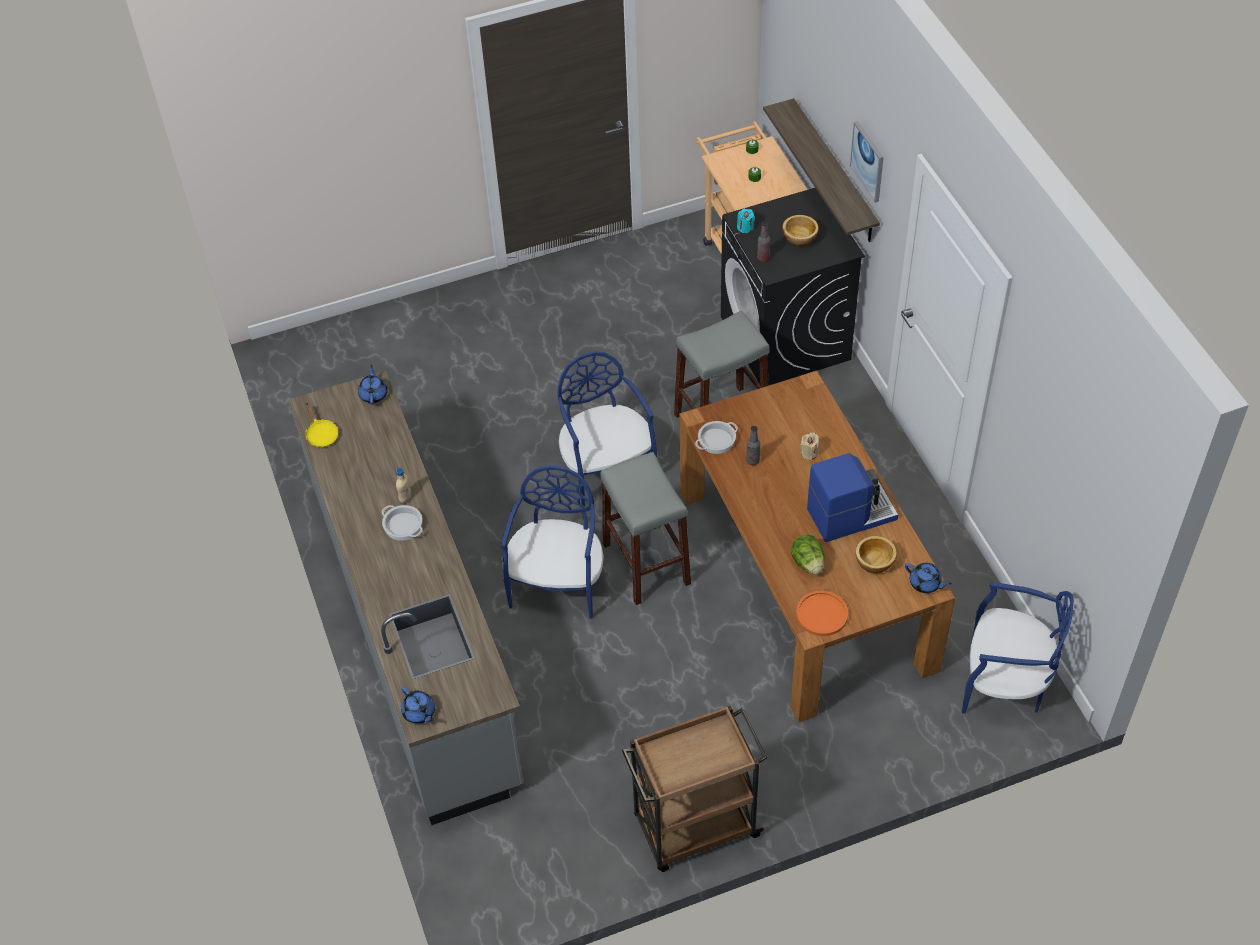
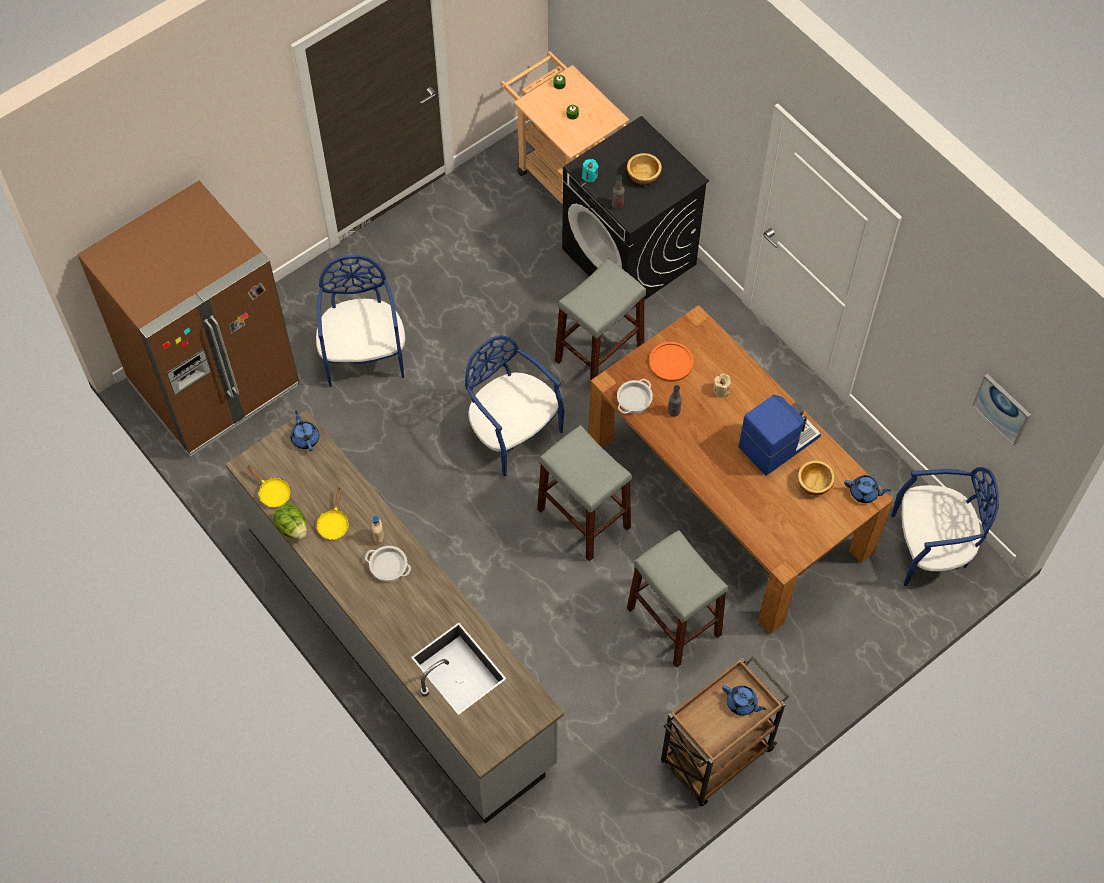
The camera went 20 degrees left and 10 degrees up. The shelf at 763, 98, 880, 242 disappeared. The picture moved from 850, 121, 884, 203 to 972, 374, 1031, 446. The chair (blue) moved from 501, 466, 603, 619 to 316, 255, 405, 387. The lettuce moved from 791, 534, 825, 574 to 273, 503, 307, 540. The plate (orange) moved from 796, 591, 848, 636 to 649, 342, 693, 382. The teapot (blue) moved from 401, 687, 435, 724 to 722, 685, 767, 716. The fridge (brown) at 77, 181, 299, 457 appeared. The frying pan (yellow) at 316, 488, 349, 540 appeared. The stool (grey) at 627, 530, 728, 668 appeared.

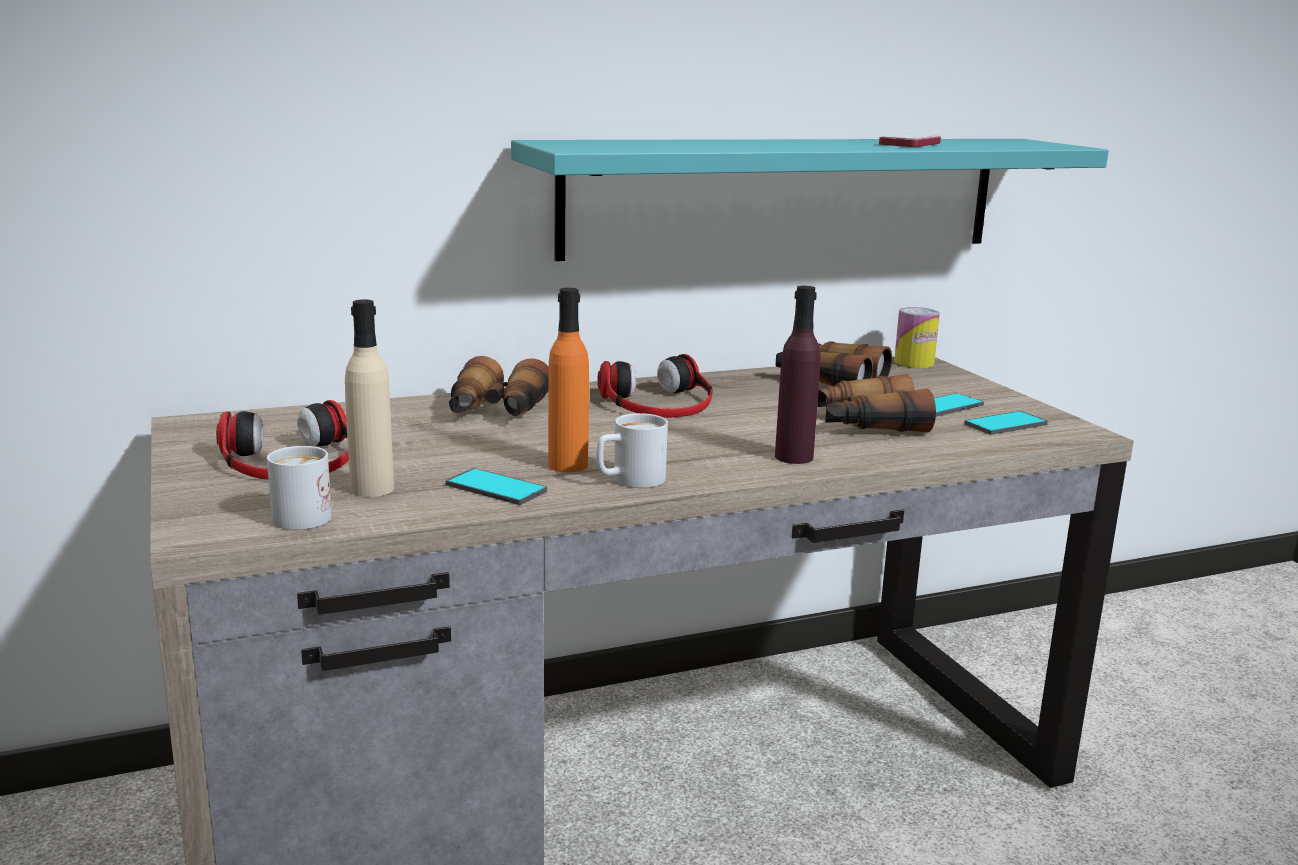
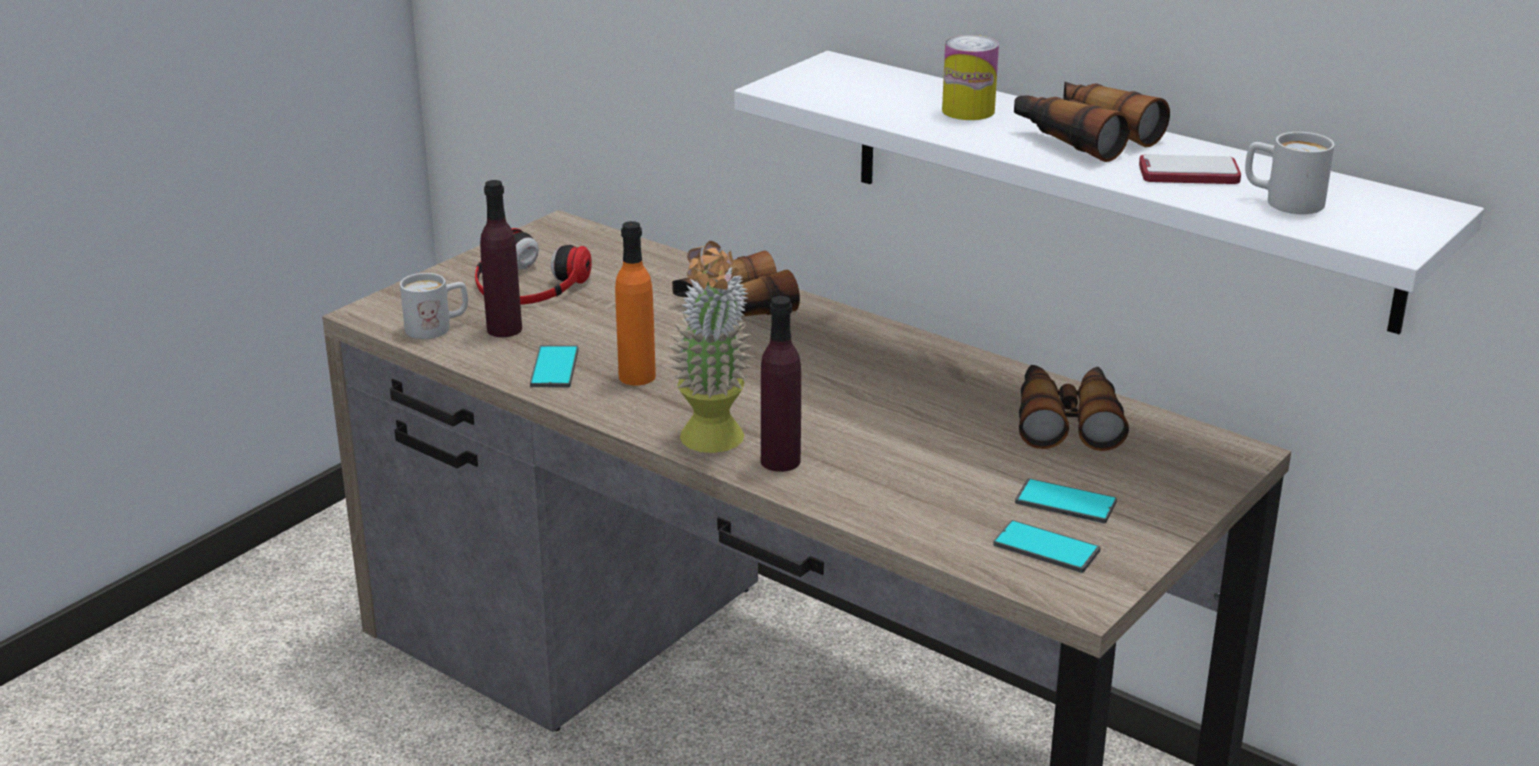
The camera went 60 degrees right and 10 degrees up. The shelf (turquoise) at 511, 139, 1109, 261 became the shelf (white) at 734, 51, 1484, 334. The bottle (beige) at 345, 299, 394, 497 became the bottle (purple) at 480, 180, 522, 337. The can moved from 894, 307, 940, 368 to 942, 35, 999, 120. The headphones at 597, 354, 713, 418 disappeared. The binoculars moved from 817, 374, 936, 432 to 1014, 82, 1170, 162. The mug (white) moved from 596, 413, 668, 488 to 1245, 132, 1335, 214. The potted plant at 667, 241, 754, 453 appeared.

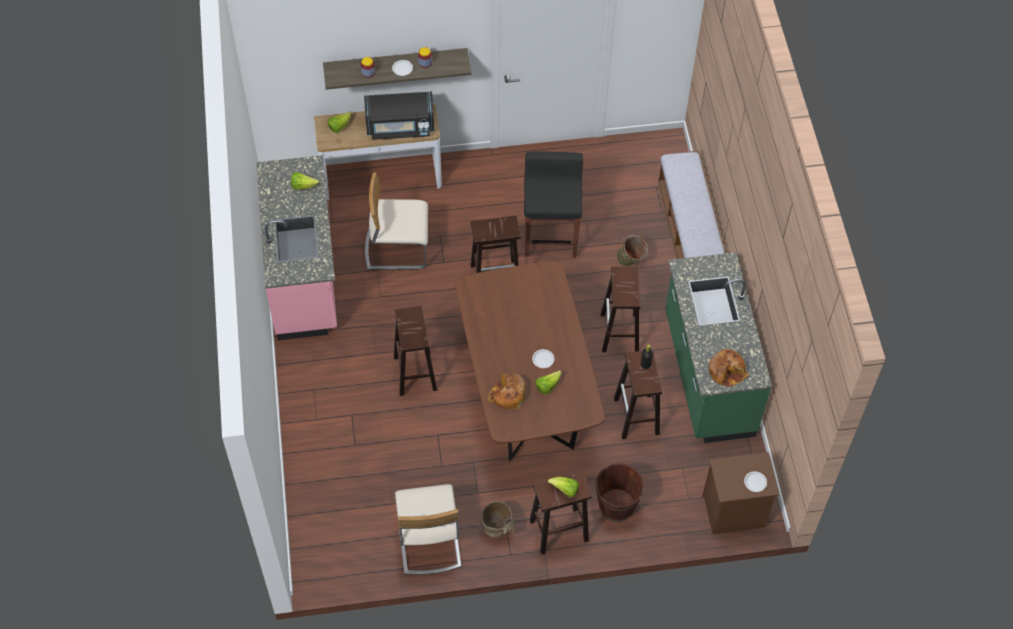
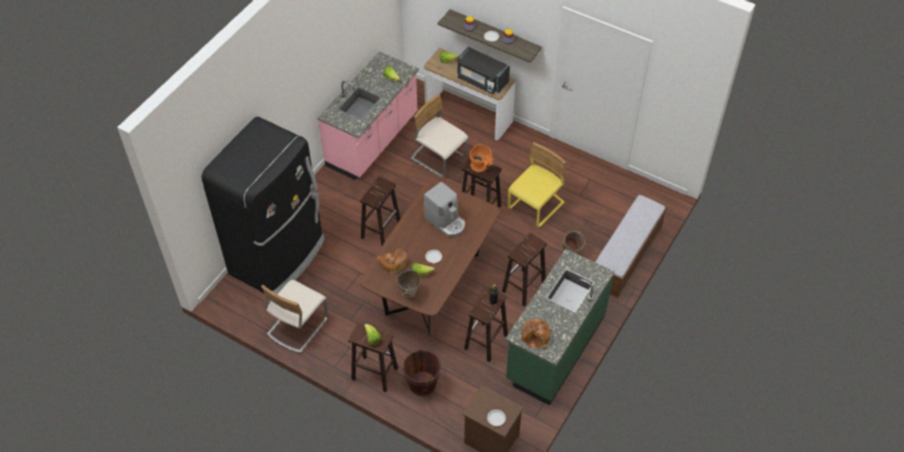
The camera went 40 degrees right and 5 degrees down. The stool (black) at 524, 151, 583, 258 was replaced by the chair (yellow) at 508, 142, 566, 227. The vase (beige) moved from 481, 501, 516, 537 to 397, 270, 421, 299. The fridge (black) at 202, 117, 324, 294 appeared. The vase (orange) at 469, 145, 494, 172 appeared. The coffee machine at 424, 182, 465, 237 appeared.

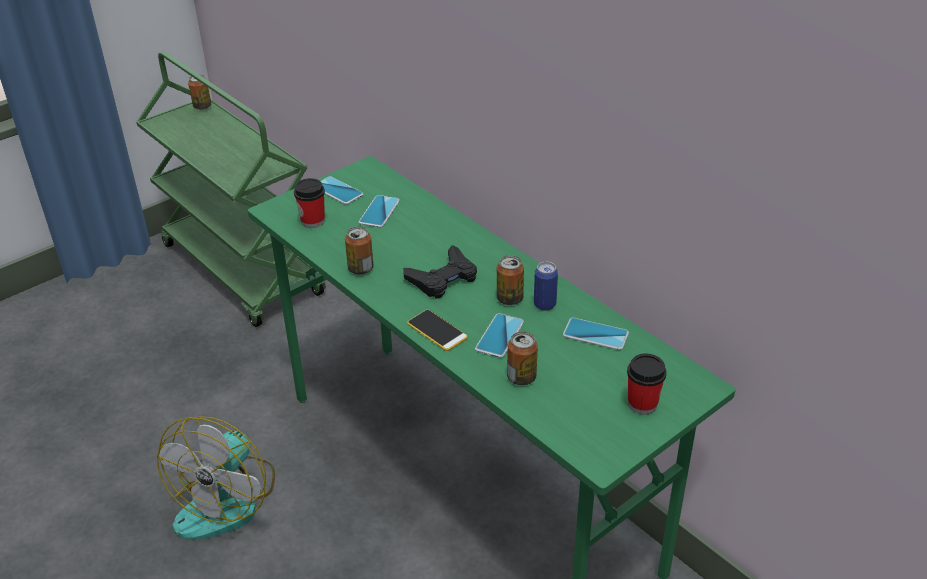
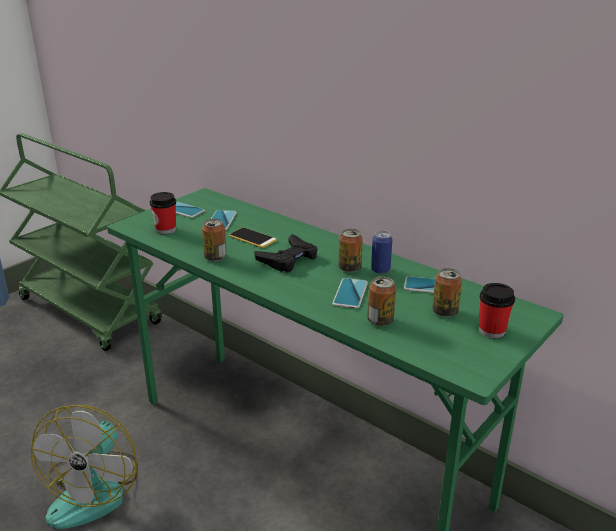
The camera went 10 degrees left and 10 degrees down. The can moved from 188, 74, 211, 110 to 432, 268, 462, 317. The phone moved from 407, 310, 468, 351 to 229, 227, 277, 248.

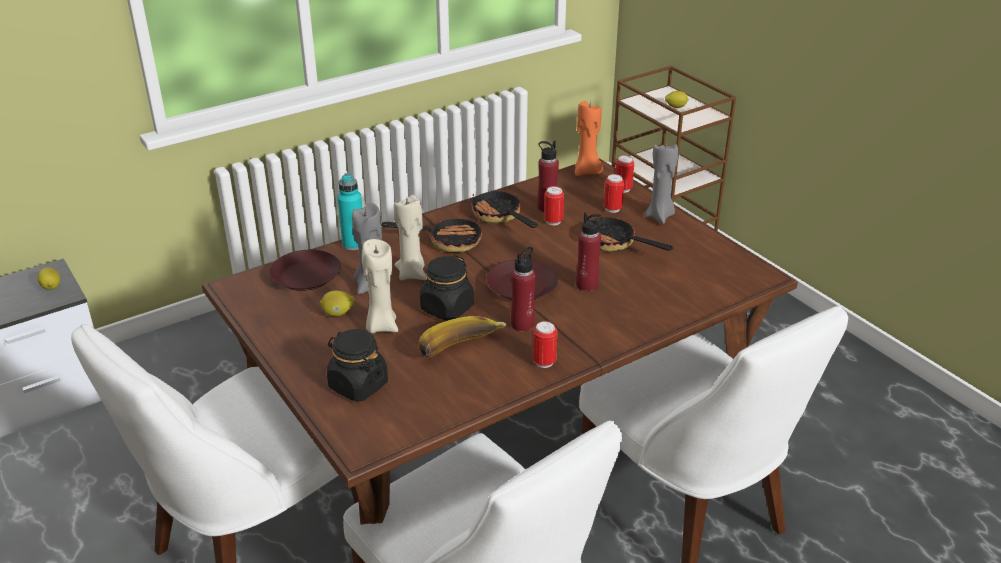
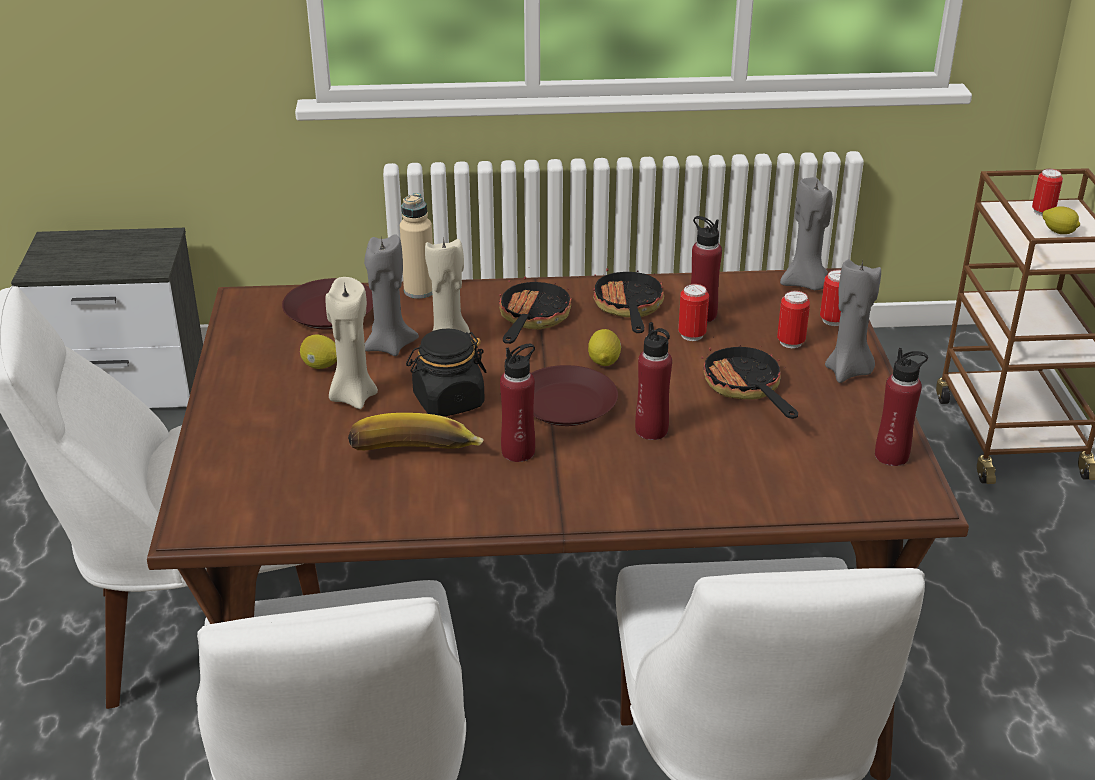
The camera went 30 degrees right and 0 degrees up. The candle (orange) at 575, 101, 603, 176 became the candle (grey) at 780, 177, 833, 290. The bottle (turquoise) at 337, 173, 362, 250 became the bottle (beige) at 400, 193, 433, 299. The frying pan at 381, 216, 482, 253 turned 105 degrees counterclockwise. The lemon moved from 38, 267, 60, 290 to 588, 329, 621, 366. The can moved from 533, 321, 557, 368 to 1032, 169, 1063, 216. The jar (black) at 327, 329, 388, 402 disappeared. The bottle (red) at 875, 348, 928, 466 appeared.

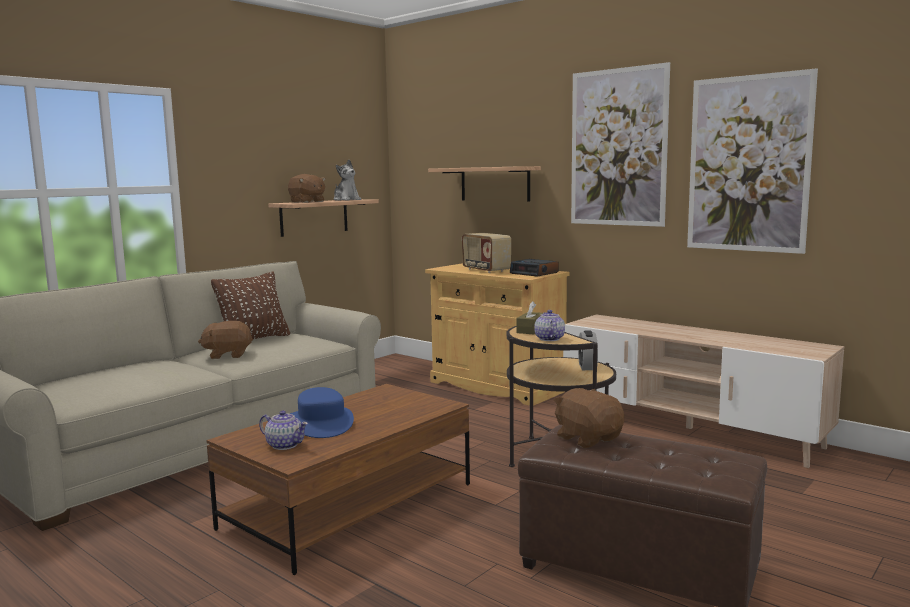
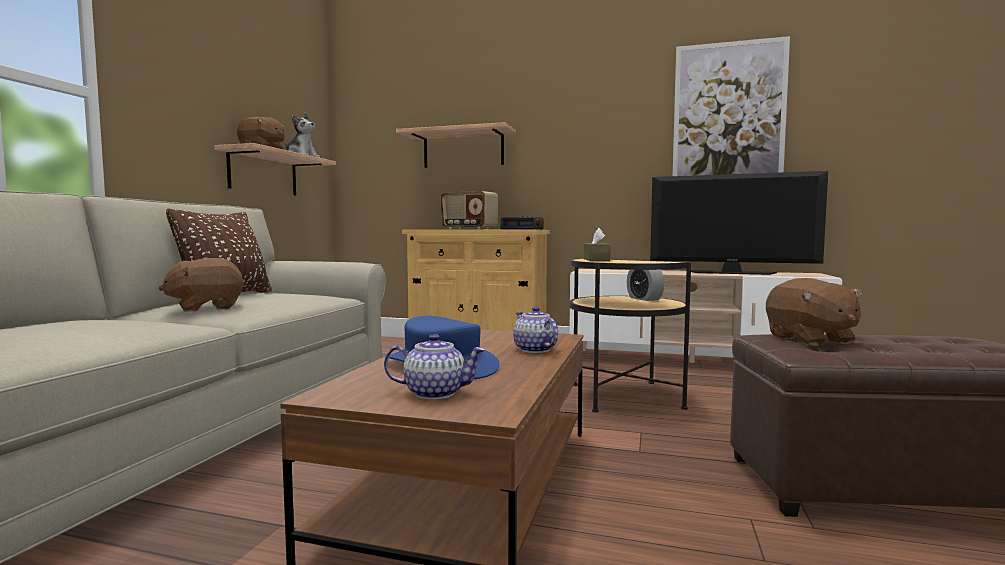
The camera went 25 degrees left and 5 degrees down. The picture at 571, 62, 670, 227 disappeared. The teapot moved from 534, 310, 565, 341 to 513, 306, 558, 353. The plush toy (brown) at 554, 388, 625, 448 turned 135 degrees counterclockwise. The television at 650, 171, 828, 275 appeared.

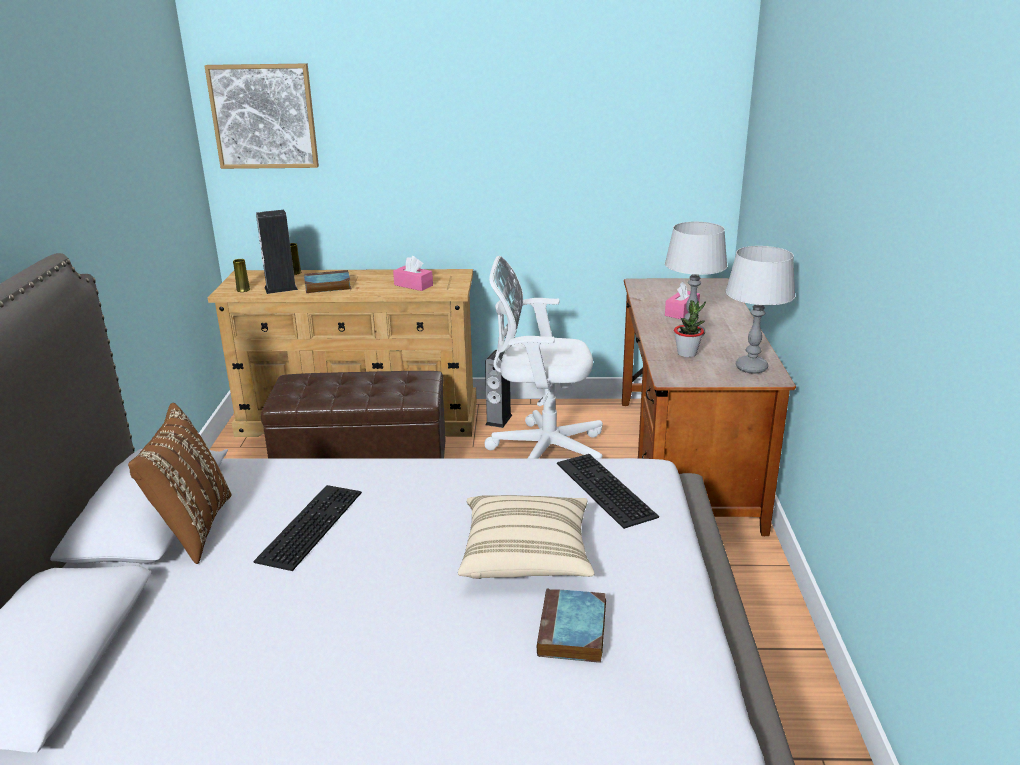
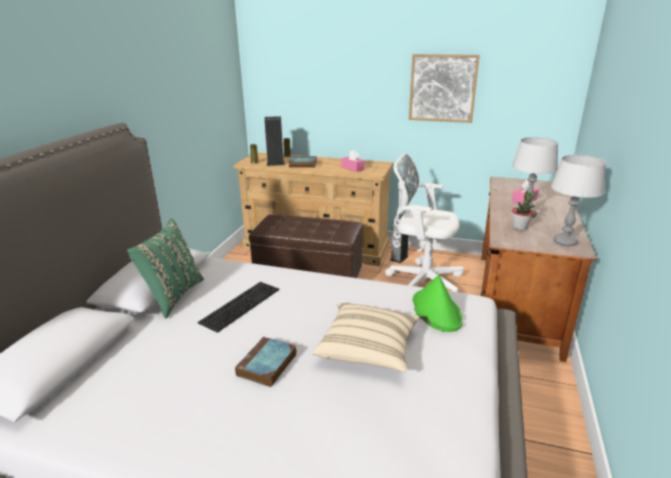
The camera went 15 degrees right and 0 degrees up. The picture moved from 204, 64, 319, 169 to 409, 54, 480, 123. The pillow (brown) at 128, 403, 231, 564 became the pillow (green) at 127, 218, 204, 318. The keyboard at 557, 454, 659, 529 was replaced by the hat (green) at 412, 275, 463, 332. The book moved from 537, 588, 606, 663 to 235, 337, 297, 387.

